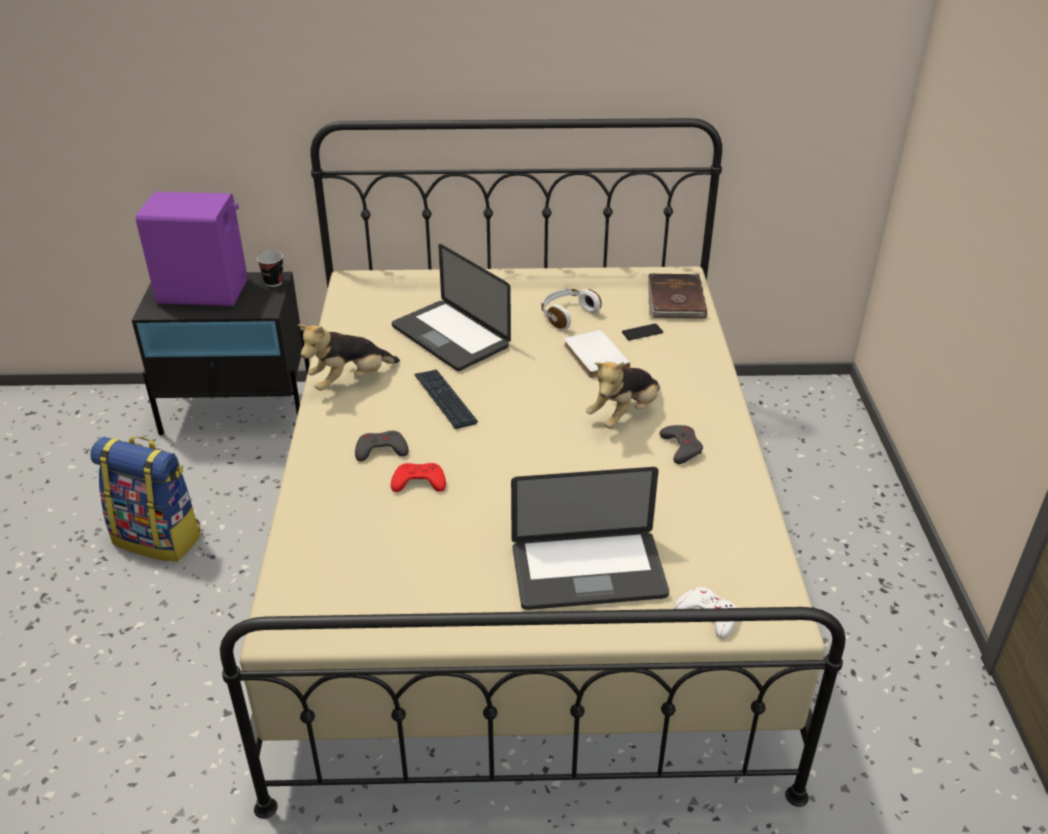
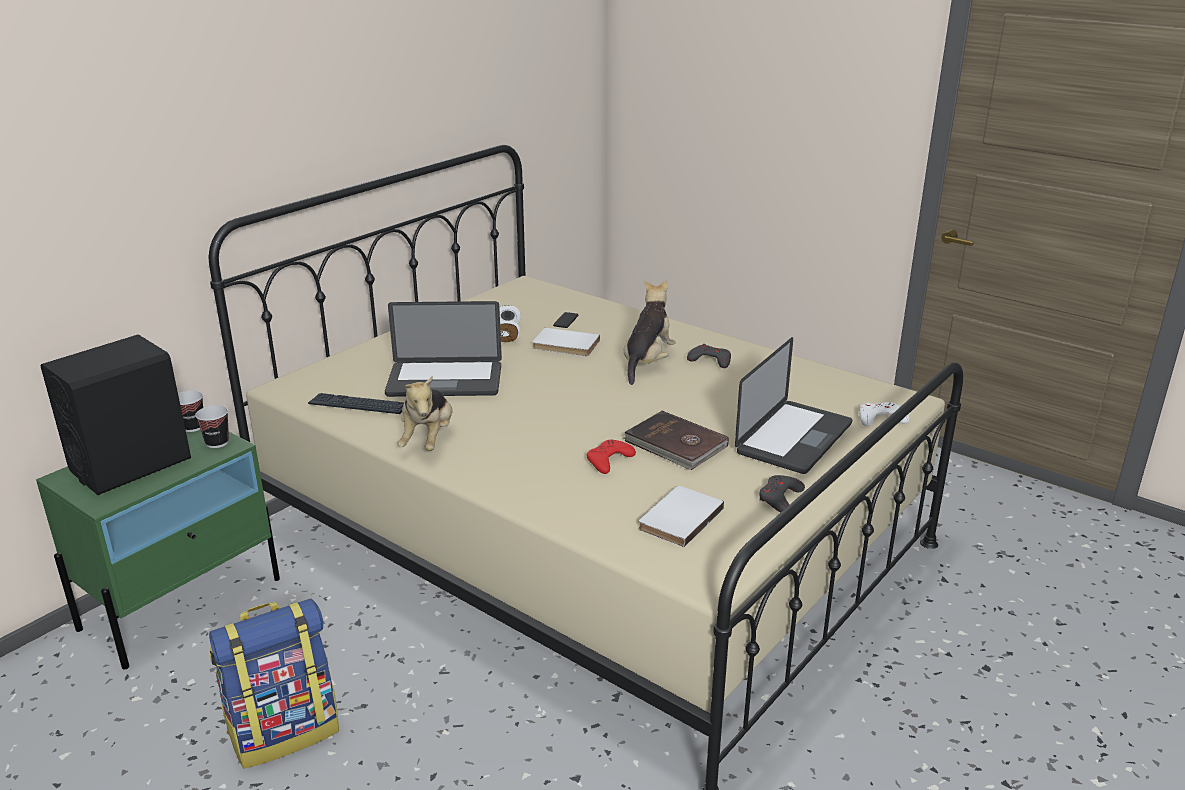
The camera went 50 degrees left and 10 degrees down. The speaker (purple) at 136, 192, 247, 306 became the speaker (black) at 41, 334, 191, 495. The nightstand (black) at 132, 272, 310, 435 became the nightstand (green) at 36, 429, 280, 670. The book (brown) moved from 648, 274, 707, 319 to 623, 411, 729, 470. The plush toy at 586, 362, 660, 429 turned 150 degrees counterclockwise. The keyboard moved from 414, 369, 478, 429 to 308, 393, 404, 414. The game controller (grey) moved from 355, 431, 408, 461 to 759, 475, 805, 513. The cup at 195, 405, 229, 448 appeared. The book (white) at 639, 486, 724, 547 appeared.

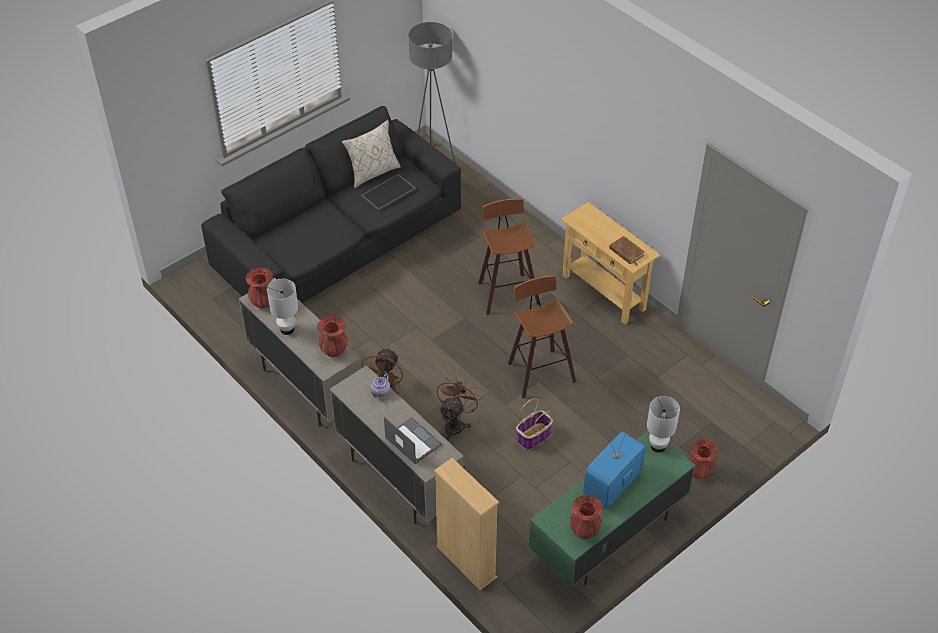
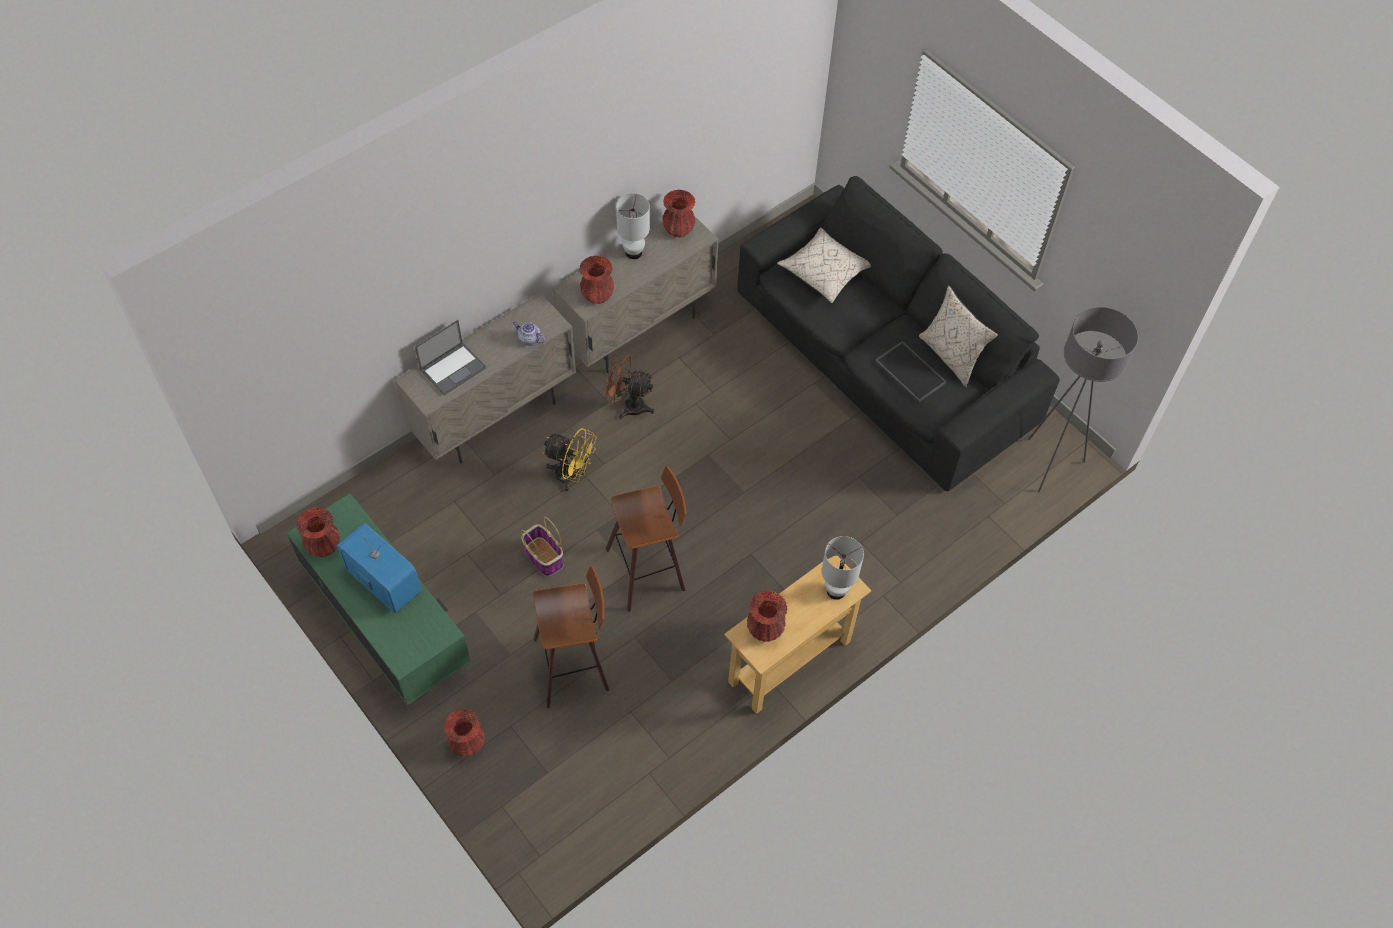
The camera went 90 degrees right and 10 degrees up. The stool moved from 478, 199, 539, 315 to 533, 566, 609, 708. The book (brown) at 609, 236, 644, 266 was replaced by the vase (red) at 747, 591, 787, 642. The fan (brown) at 437, 376, 481, 441 became the fan (yellow) at 543, 428, 597, 491. The table lamp (white) moved from 647, 396, 680, 453 to 822, 536, 864, 600. The bookcase (beige) at 434, 458, 499, 590 disappeared. The pillow (beige) at 777, 227, 871, 303 appeared.

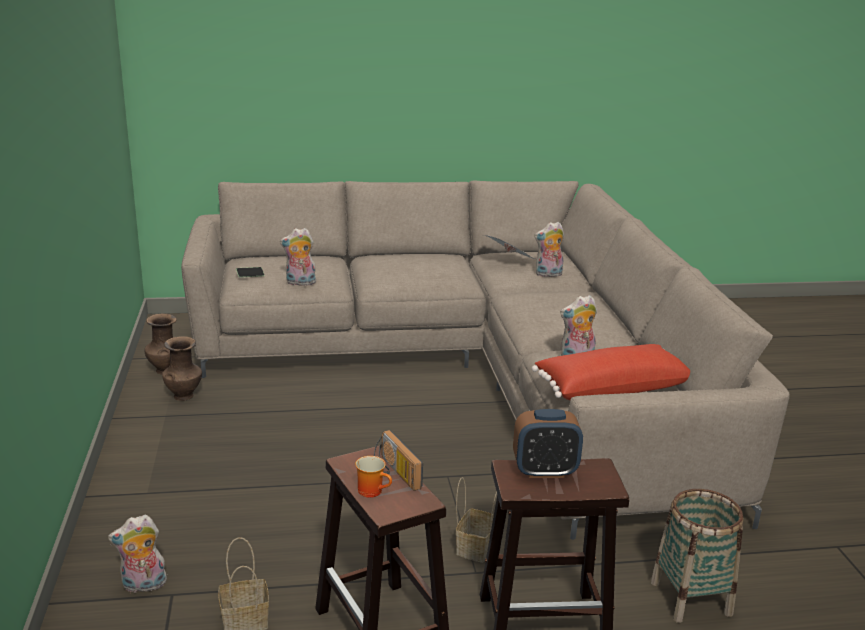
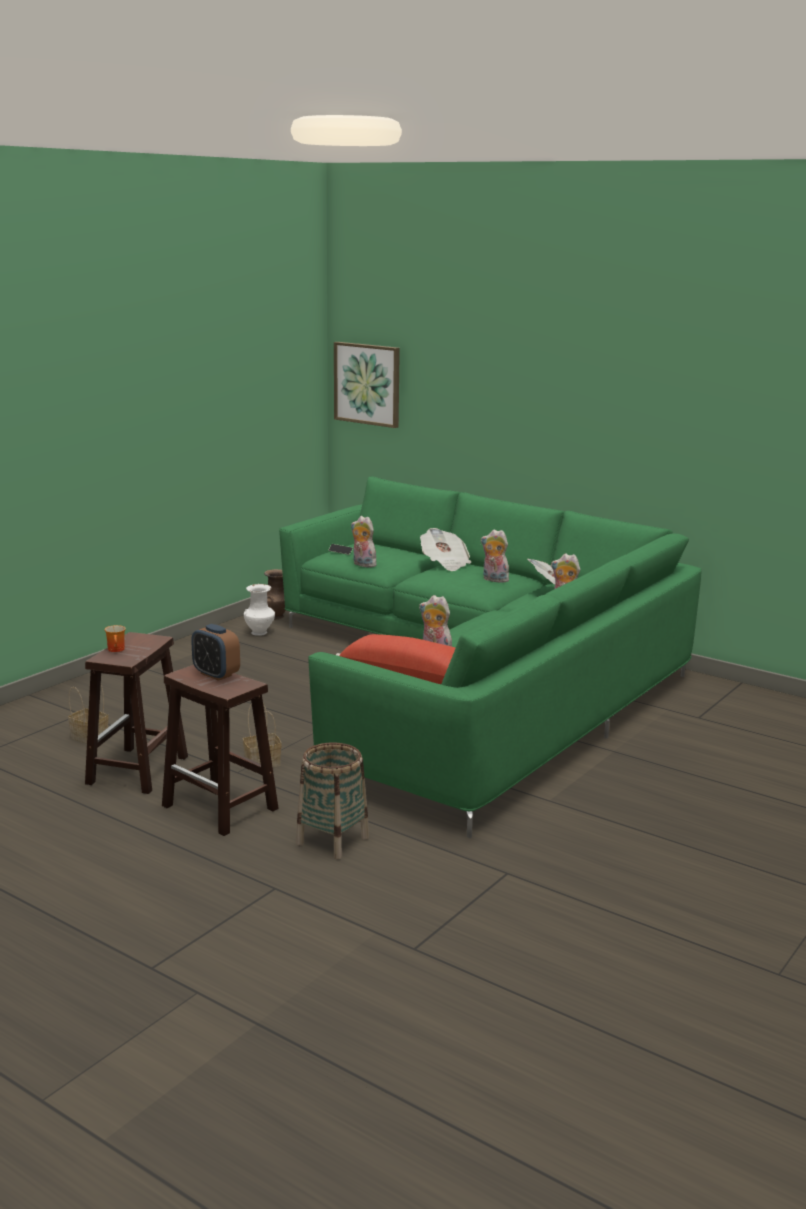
The camera went 45 degrees right and 5 degrees down. The sofa (beige) at 181, 180, 790, 540 became the sofa (green) at 279, 476, 702, 838. The vase (brown) at 162, 336, 202, 401 became the vase (white) at 244, 584, 275, 636. The radio at 374, 430, 423, 491 disappeared. The plush toy moved from 108, 515, 167, 593 to 481, 529, 512, 583. The picture at 334, 342, 400, 428 appeared. The newspaper at 420, 528, 471, 571 appeared.

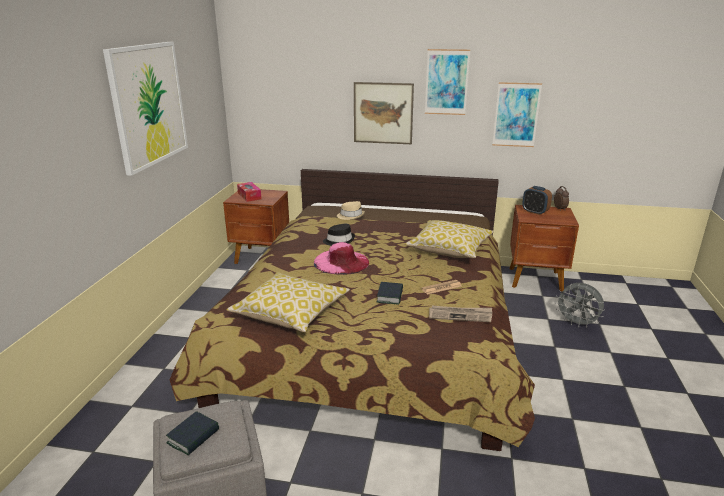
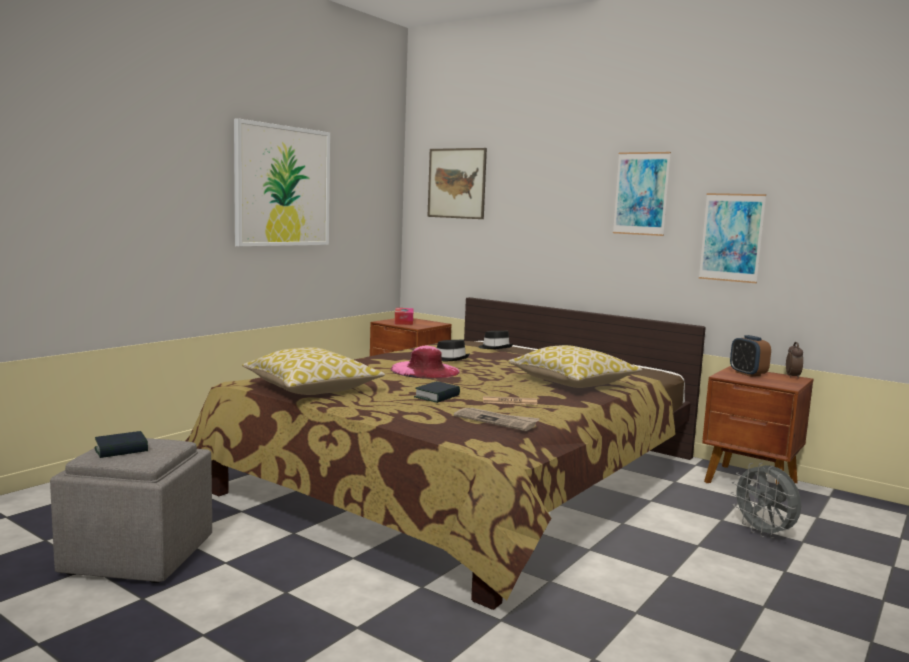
The camera went 25 degrees right and 15 degrees down. The picture moved from 354, 82, 414, 144 to 427, 148, 487, 219. The hat (beige) at 337, 201, 365, 220 became the hat (black) at 478, 331, 513, 349.

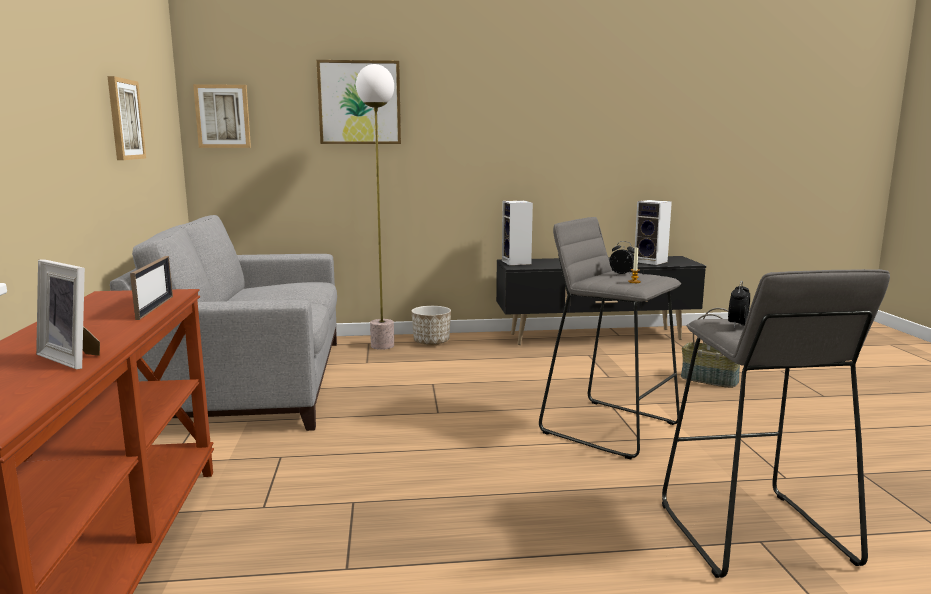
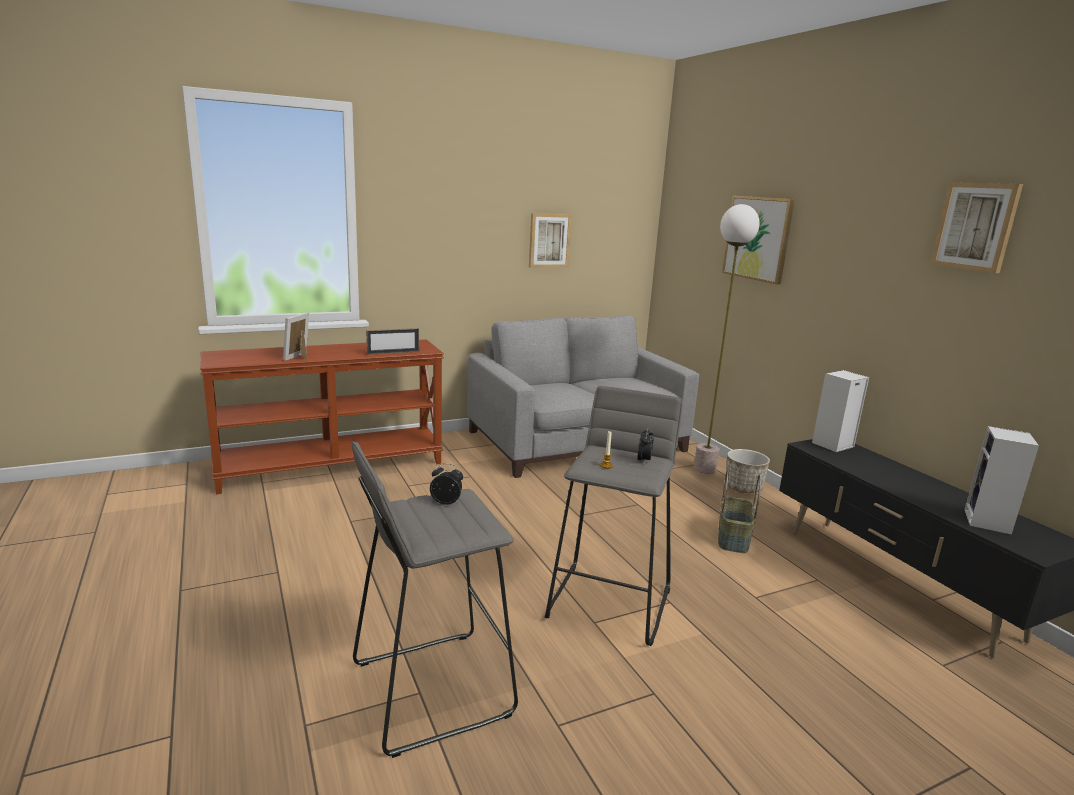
The camera went 70 degrees right and 5 degrees up. The picture moved from 193, 84, 251, 148 to 930, 182, 1023, 273. The basket moved from 681, 308, 740, 388 to 718, 469, 761, 553.

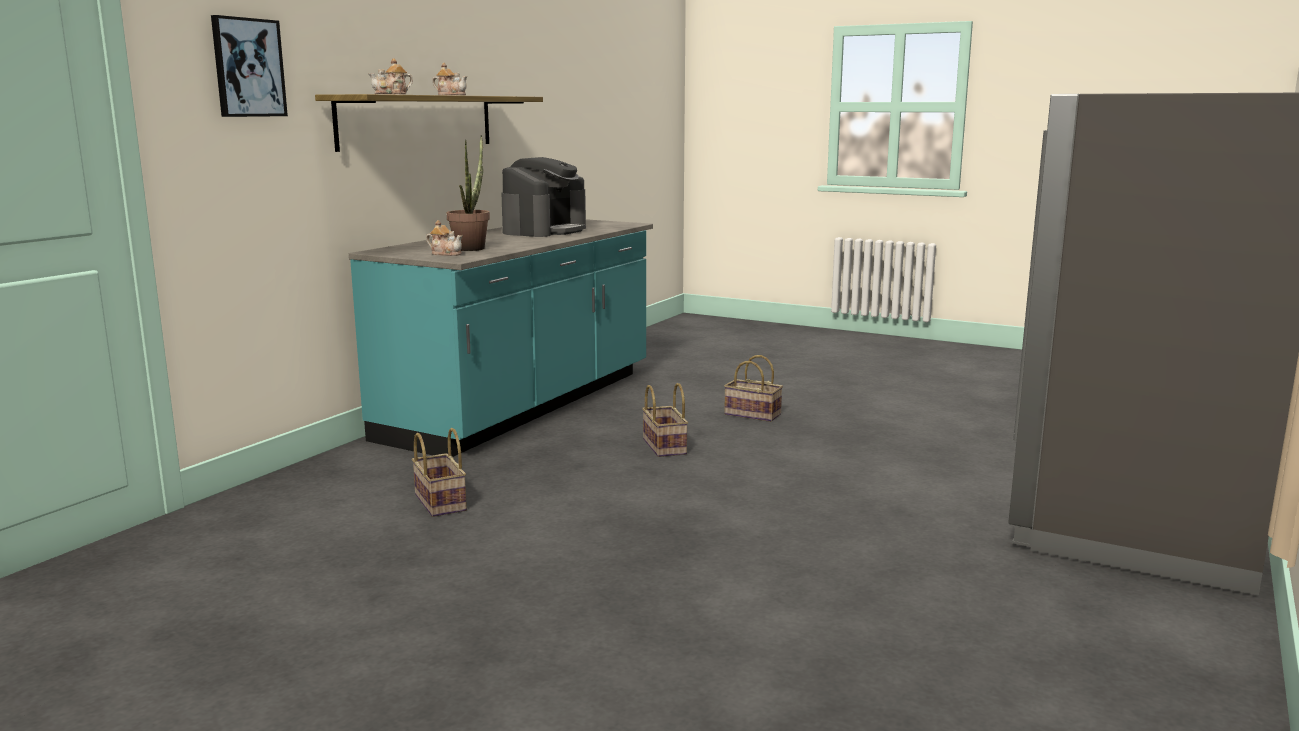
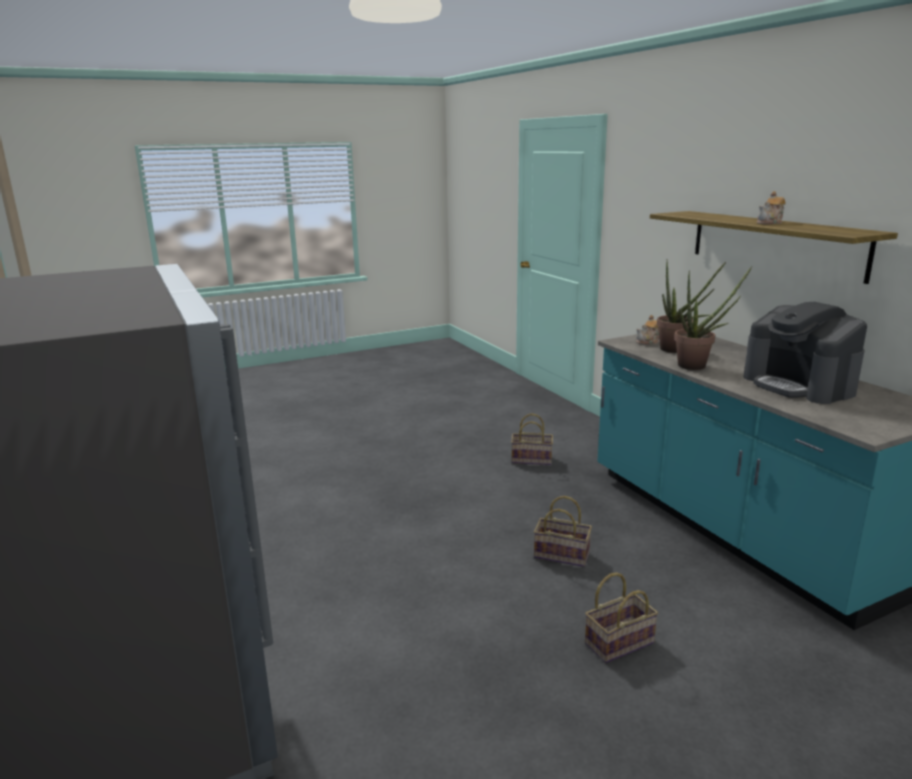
The camera went 125 degrees right and 5 degrees up. The picture at 211, 15, 288, 117 disappeared. The teapot at 368, 59, 413, 95 disappeared. The potted plant at 674, 266, 752, 370 appeared.

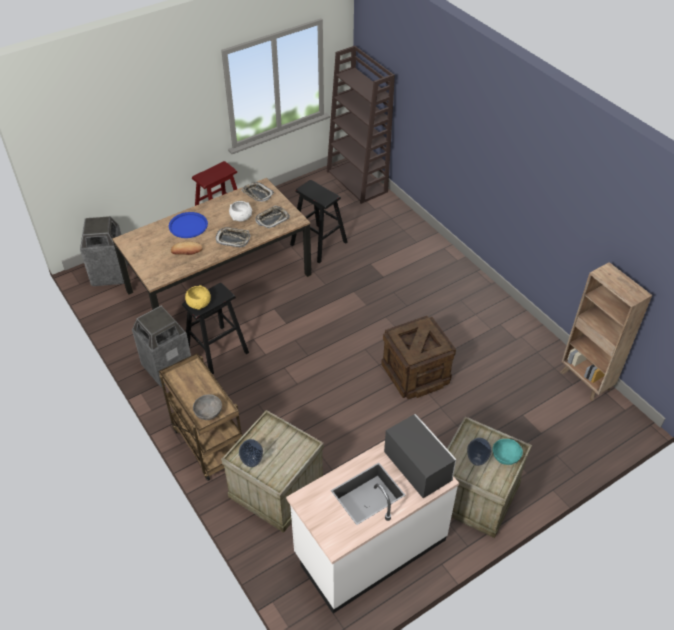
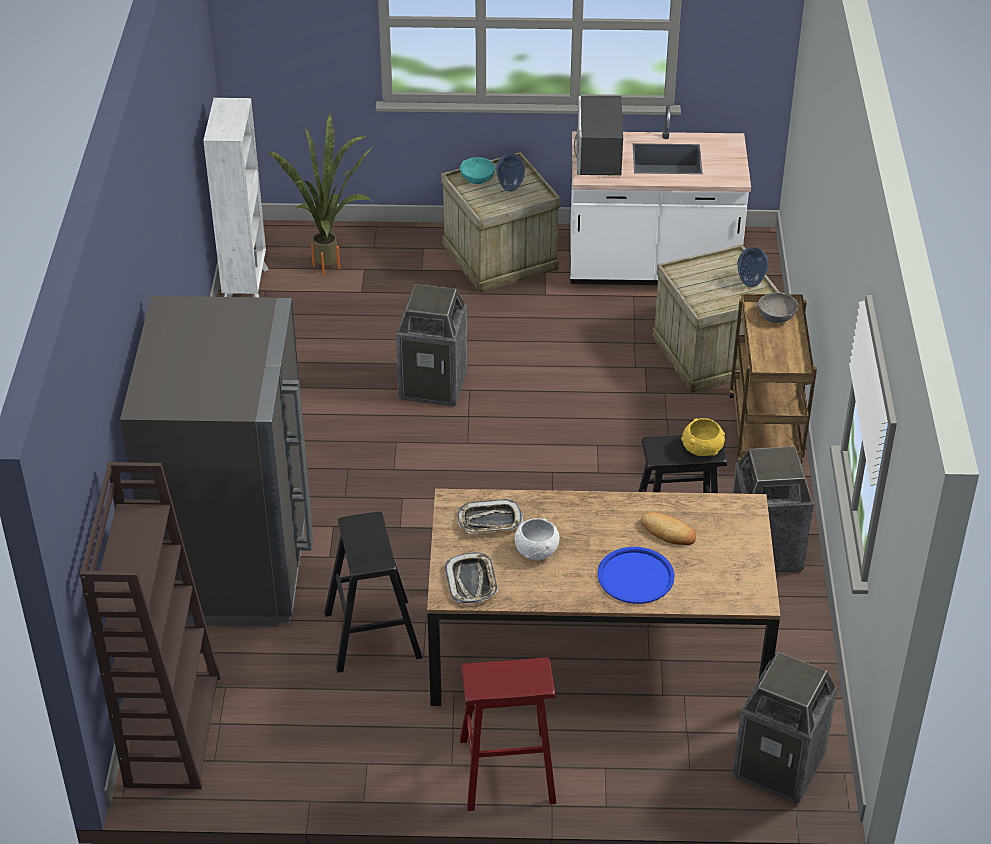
The camera went 145 degrees left and 5 degrees down. The tray at 216, 227, 250, 248 disappeared. The bookcase (brown) at 560, 262, 652, 401 became the bookcase (white) at 203, 98, 269, 297. The crate at 381, 316, 456, 399 was replaced by the trash can at 396, 284, 468, 407. The potted plant at 267, 113, 376, 276 appeared. The fridge (grey) at 120, 296, 313, 626 appeared.

